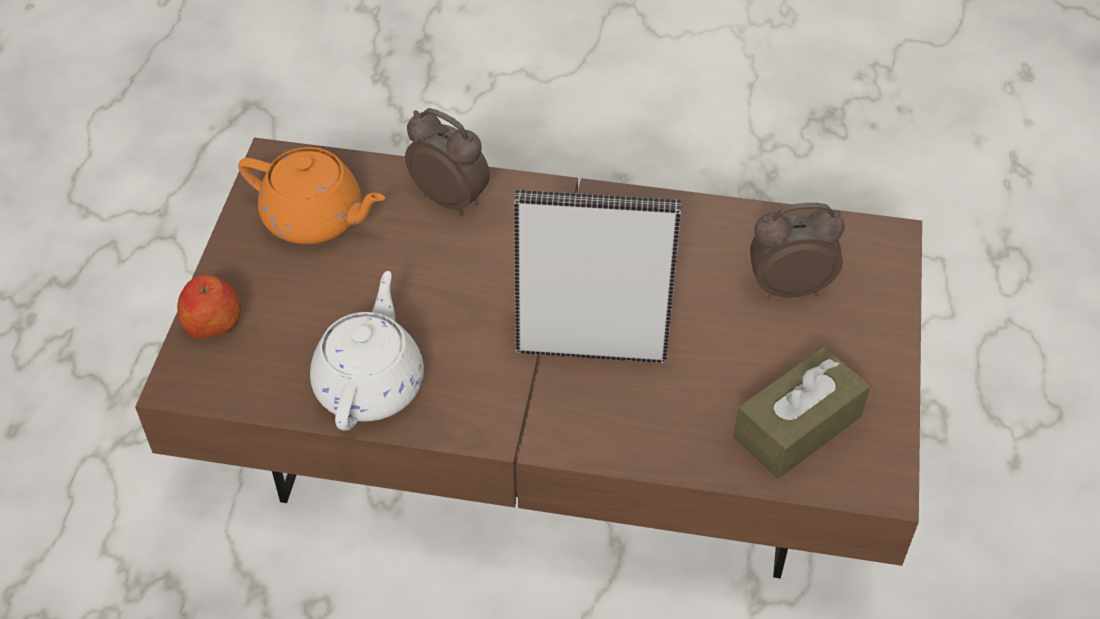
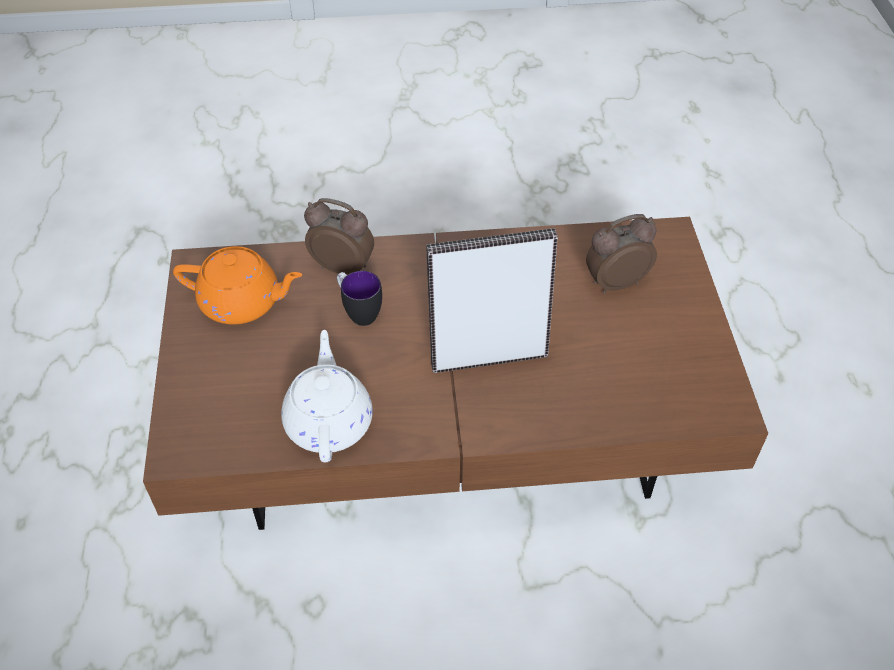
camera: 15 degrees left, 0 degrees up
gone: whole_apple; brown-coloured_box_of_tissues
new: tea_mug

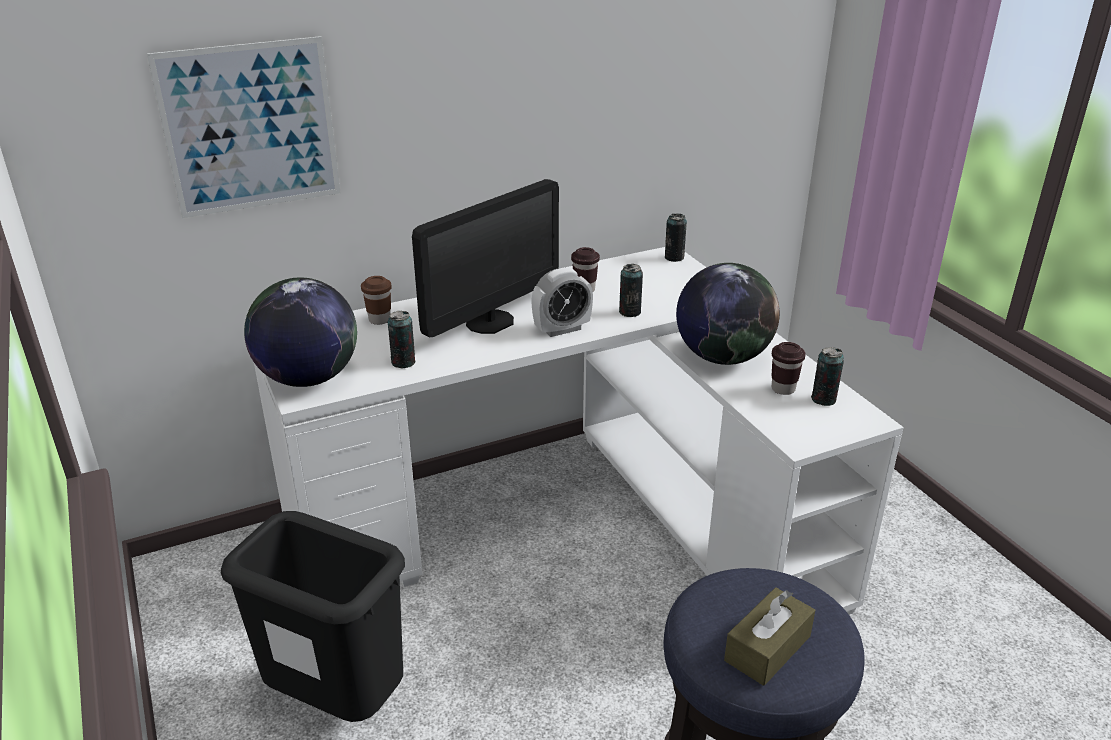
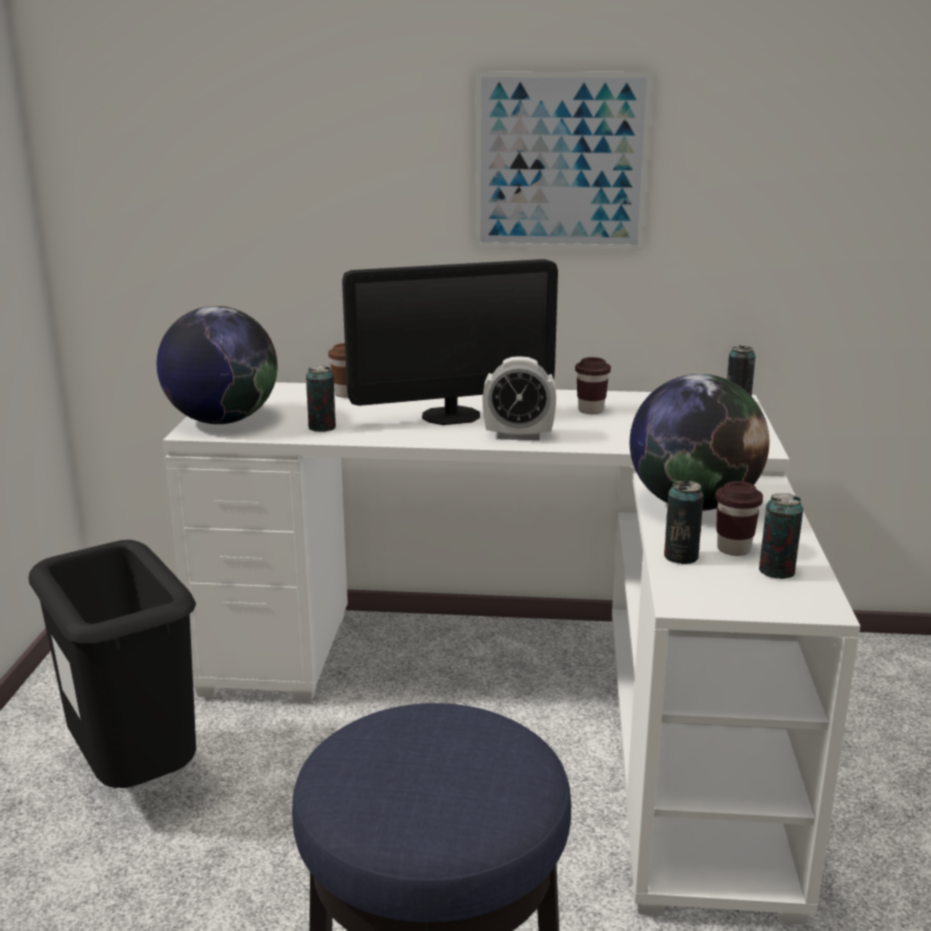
camera: 30 degrees right, 10 degrees down
gone: brown-coloured_box_of_tissues
shifted: picture; can (no. 2 from left)

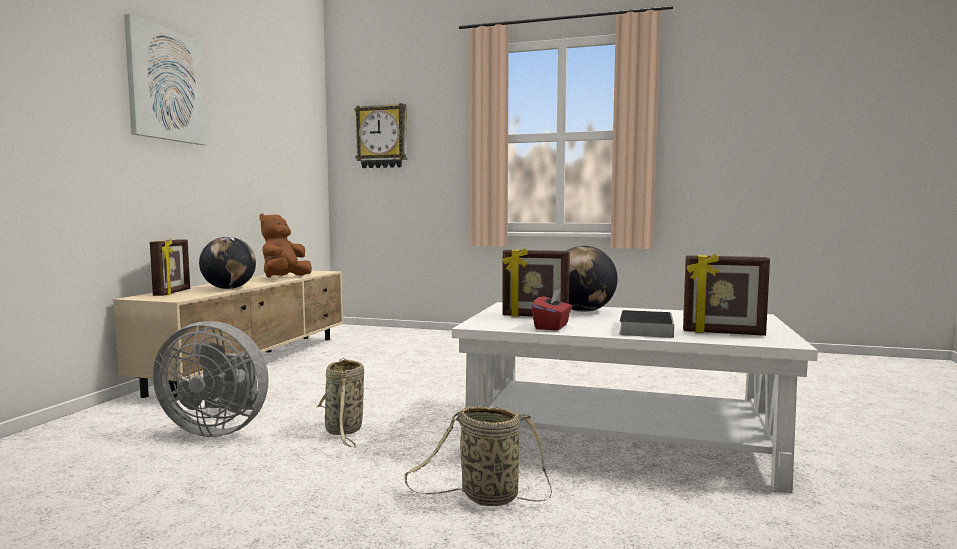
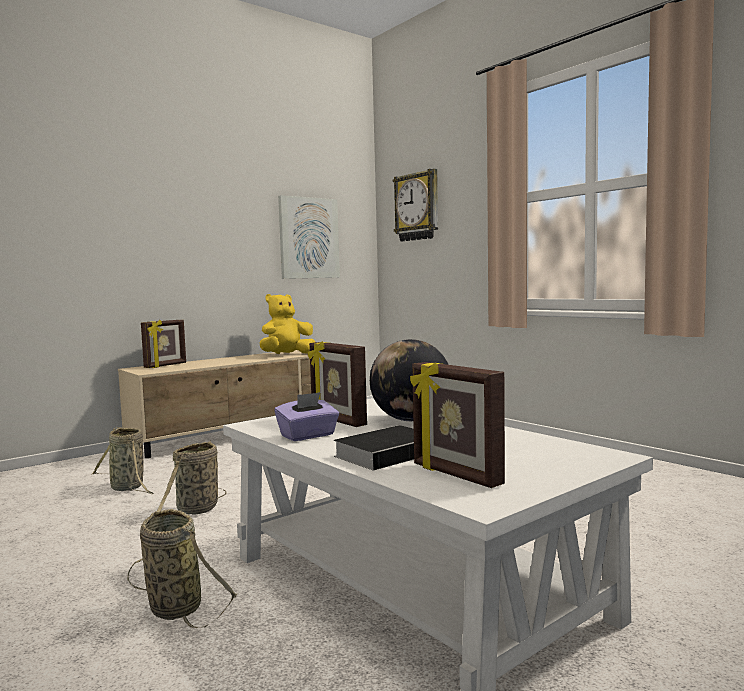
camera: 35 degrees right, 0 degrees up
gone: world_globe (no. 1 from left)
shifted: picture
swapped: gray_electric_fan to basket (no. 1 from left)
repainted: brown-coloured_cuddly_toy to yellow_cuddly_toy; red-coloured_box_of_tissues to purple_box_of_tissues

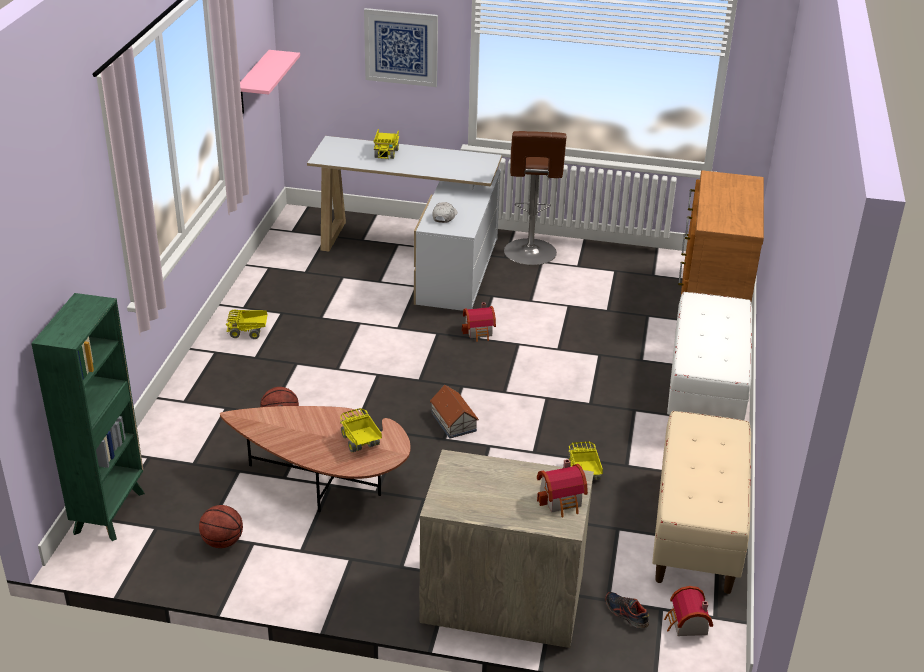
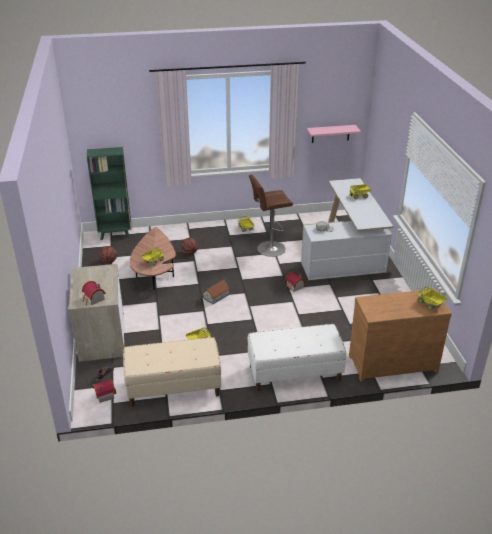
camera: 70 degrees right, 0 degrees up
gone: picture
new: toy_truck (no. 5 from left)
shifted: brown-coloured_sitting_stool

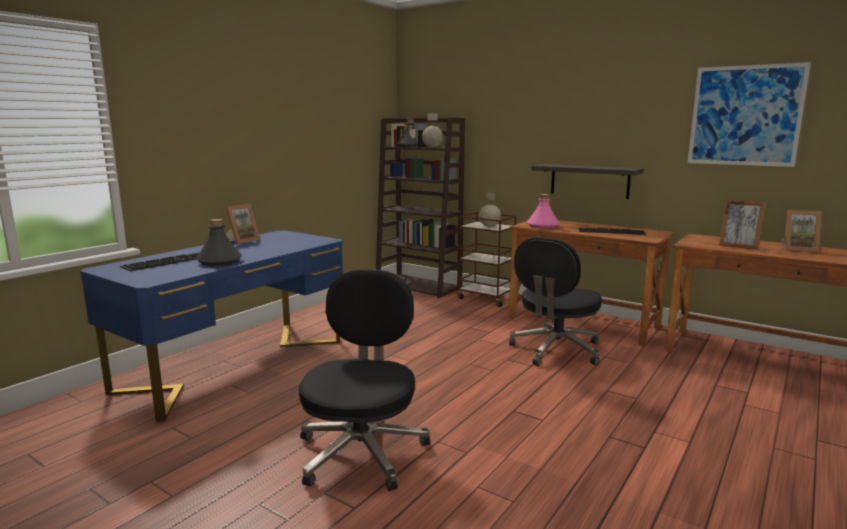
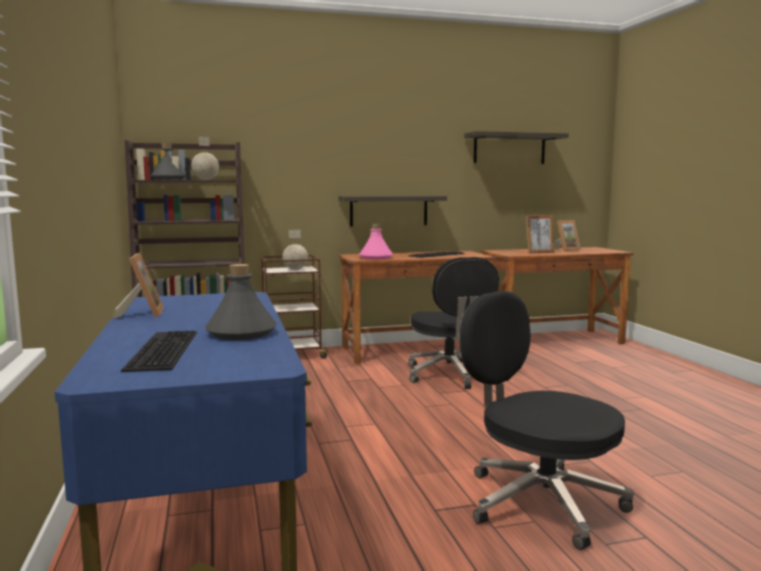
camera: 50 degrees left, 5 degrees down
swapped: picture to bracket_shelf (no. 2 from left)

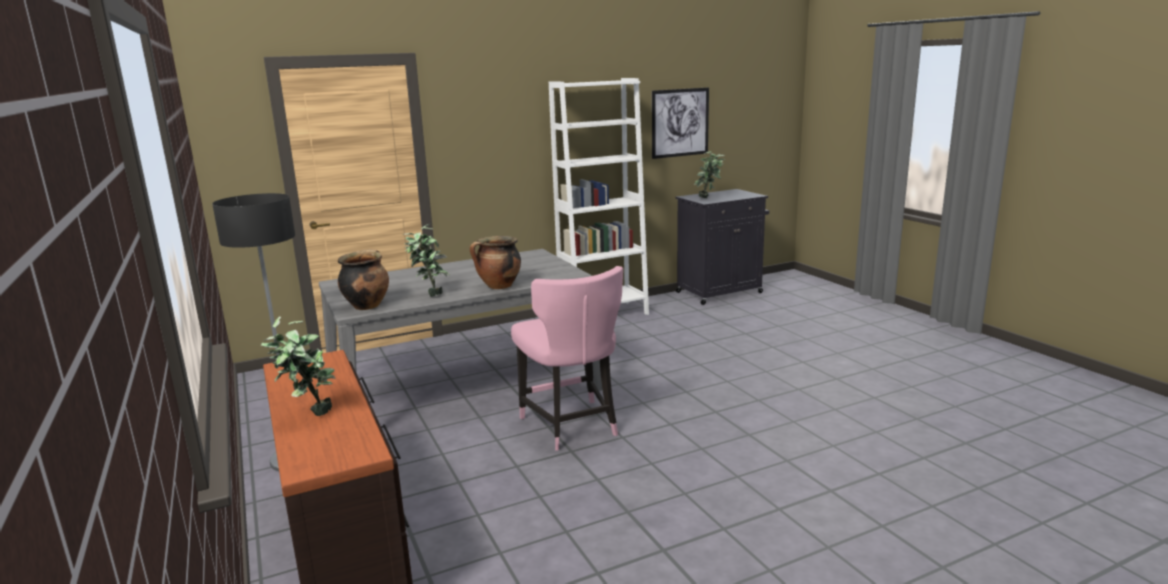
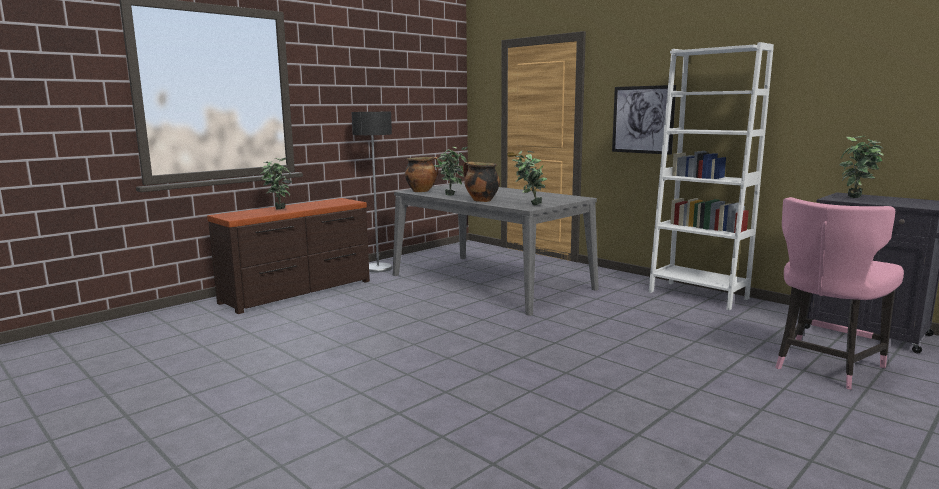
camera: 70 degrees right, 5 degrees down
new: houseplant (no. 3 from left)
shifted: picture; pinkish_chair

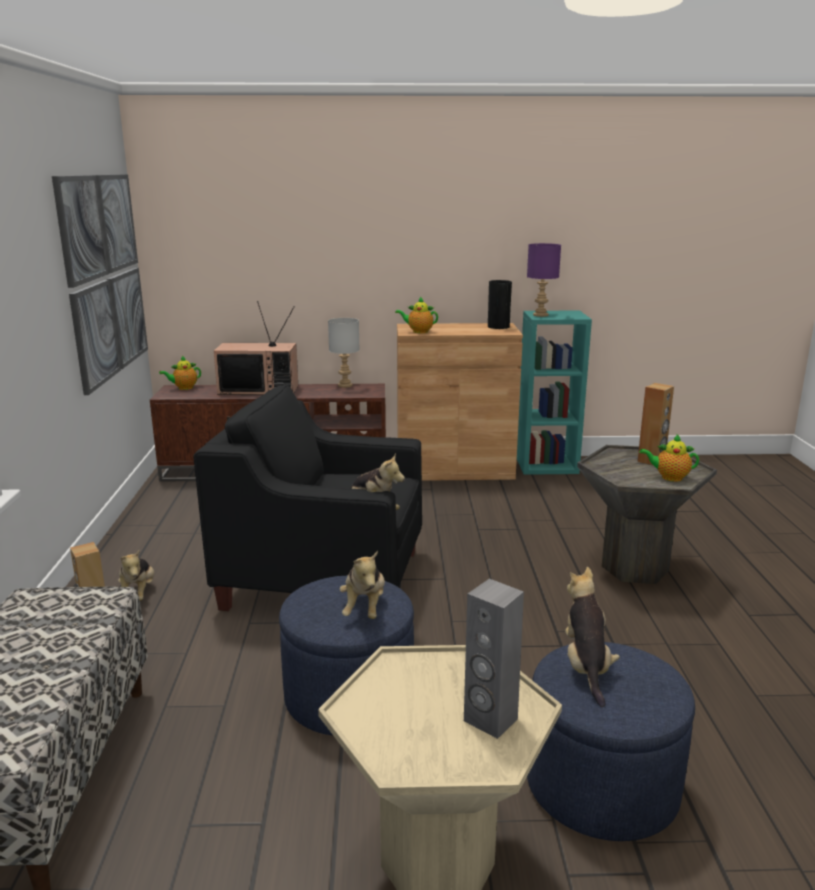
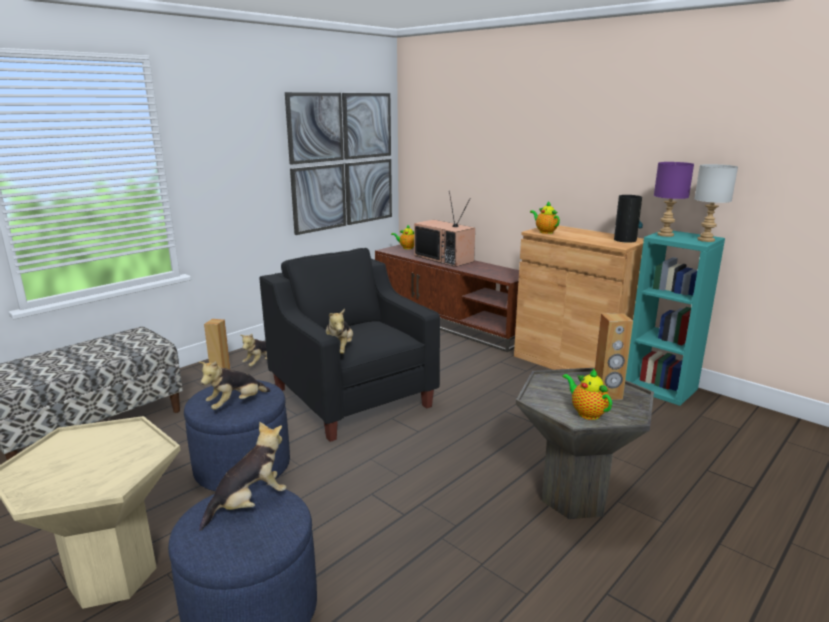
camera: 45 degrees right, 0 degrees up
gone: gray_loudspeaker
shifted: gray_lamp_for_a_table

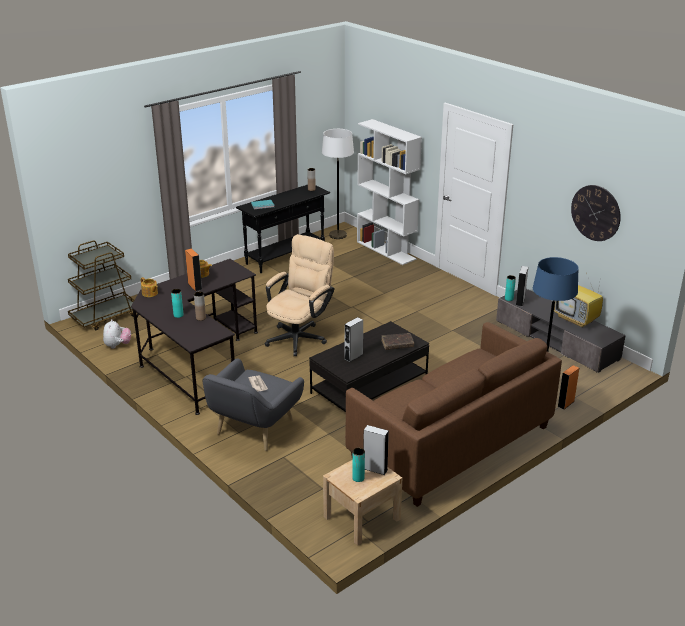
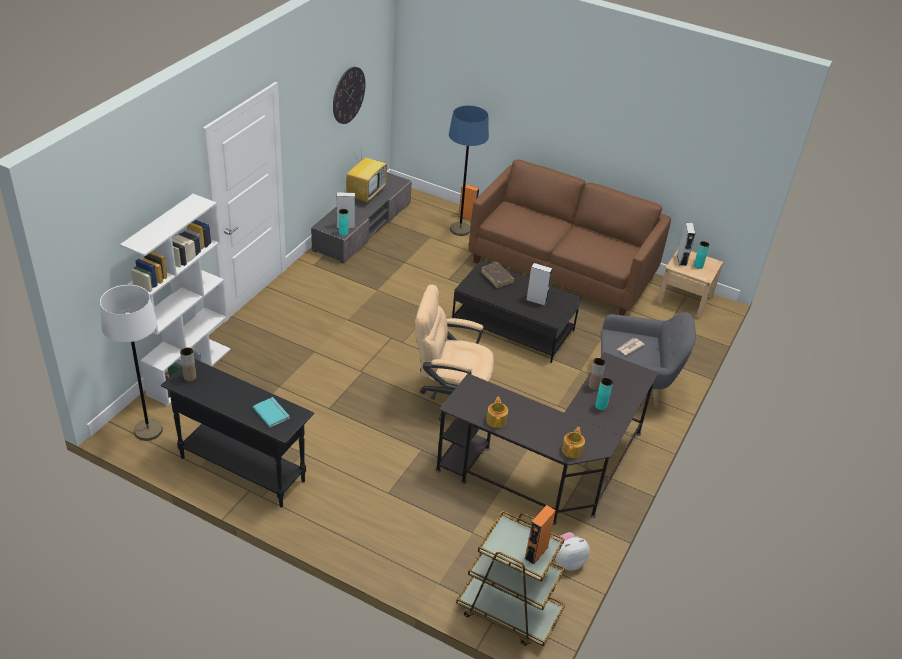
camera: 115 degrees left, 10 degrees up
shifted: orangey_loudspeaker (no. 1 from left in the first image) to orangey_loudspeaker (no. 2 from left)

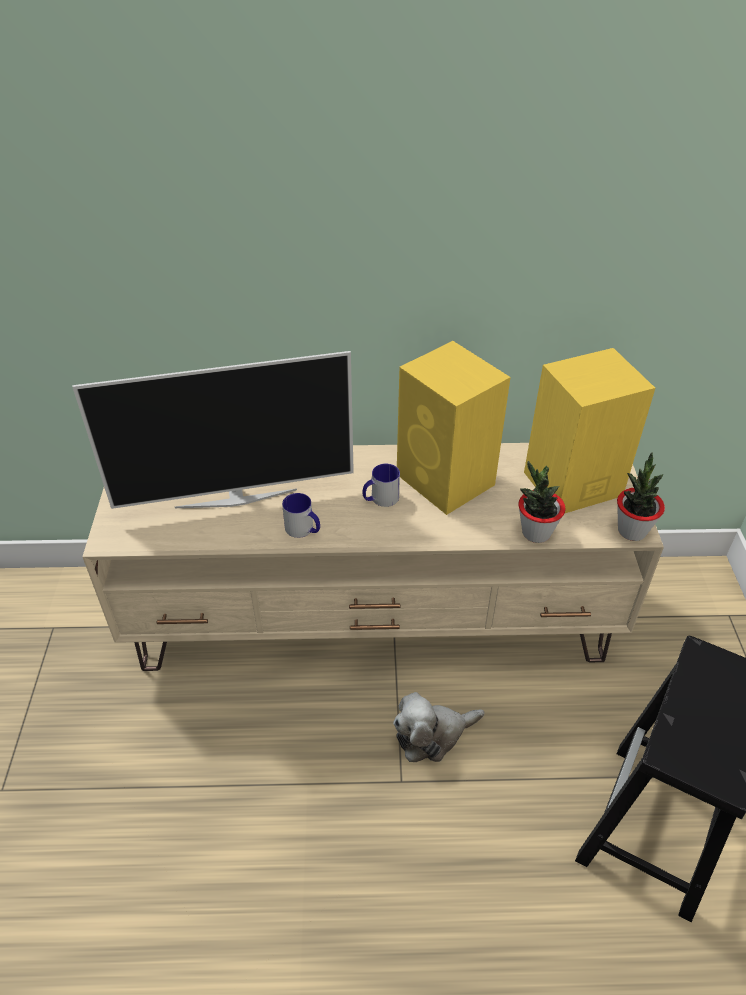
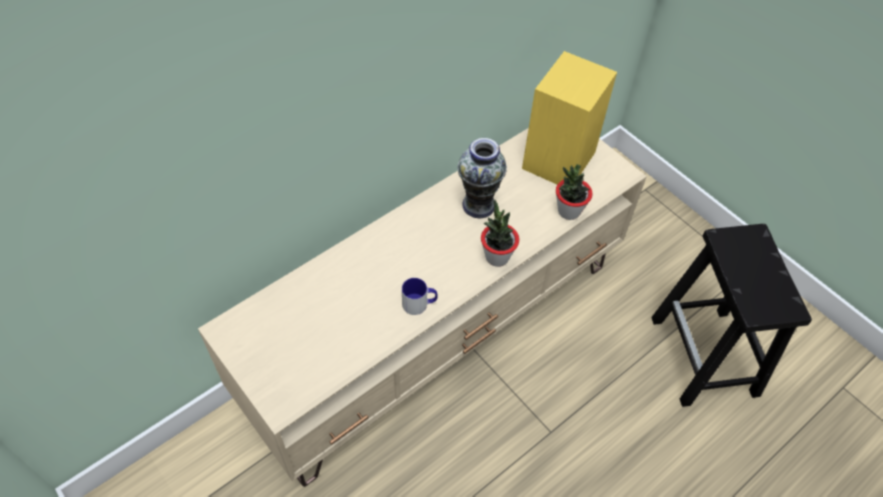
camera: 40 degrees left, 10 degrees up
gone: TV_set; tea_mug (no. 2 from left); cuddly_toy
shifted: houseplant (no. 2 from left in the first image) to houseplant (no. 1 from left)
swapped: yellow_loudspeaker (no. 1 from left) to flower_vase

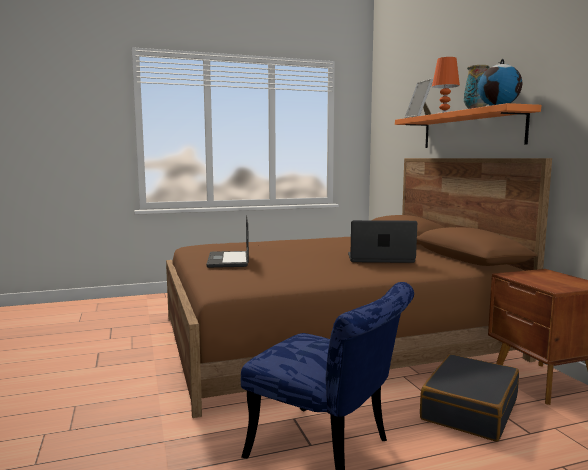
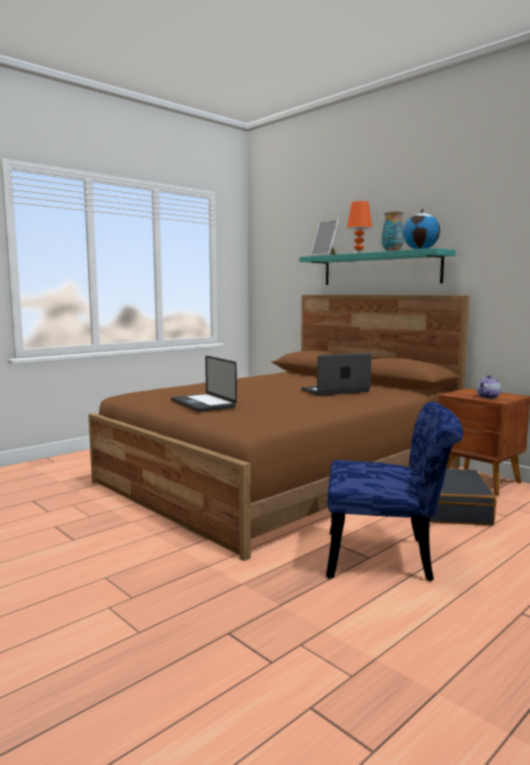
camera: 25 degrees left, 0 degrees up
new: pot_for_tea
repainted: orangey_bracket_shelf to turquoise_bracket_shelf

